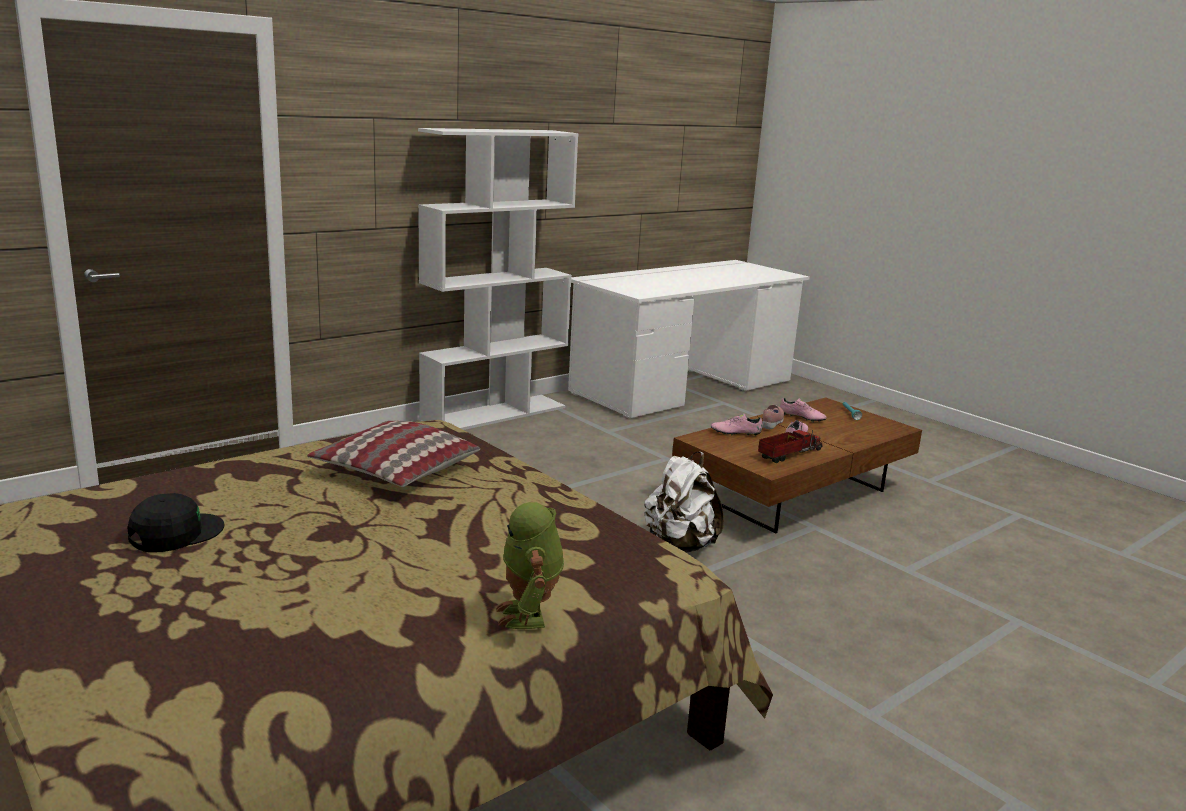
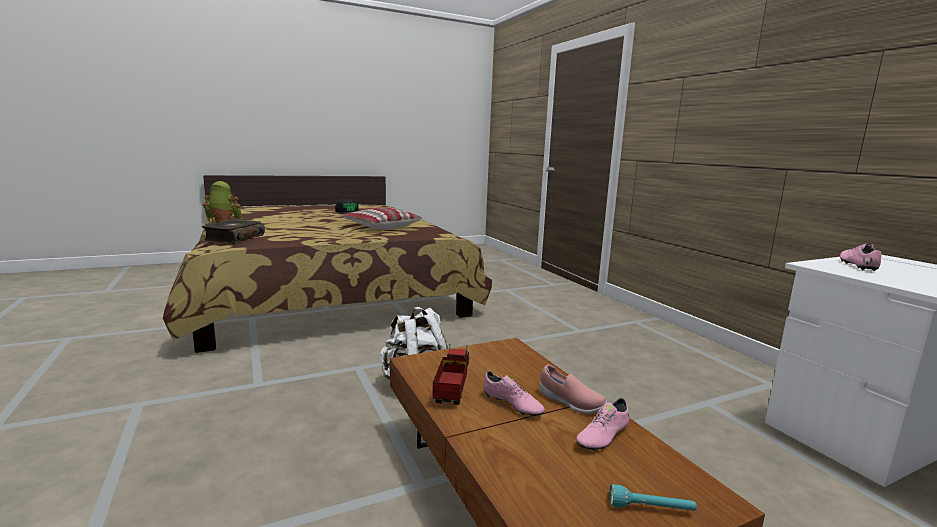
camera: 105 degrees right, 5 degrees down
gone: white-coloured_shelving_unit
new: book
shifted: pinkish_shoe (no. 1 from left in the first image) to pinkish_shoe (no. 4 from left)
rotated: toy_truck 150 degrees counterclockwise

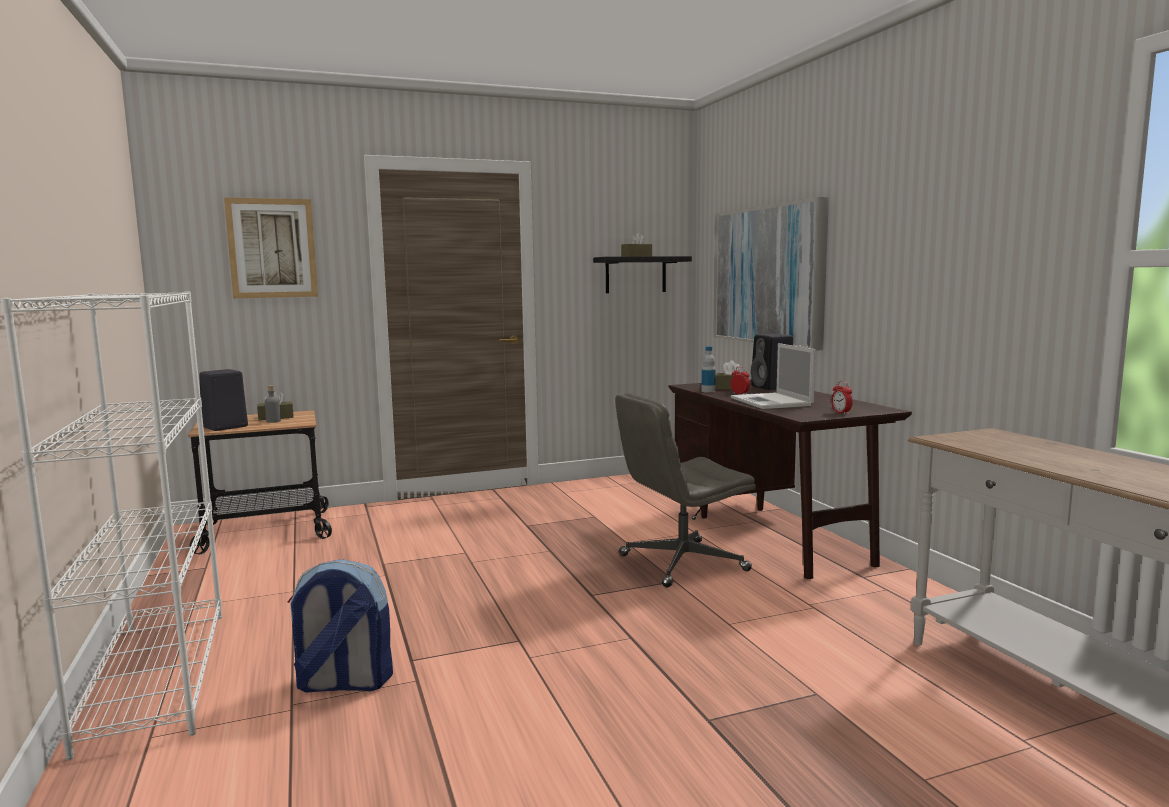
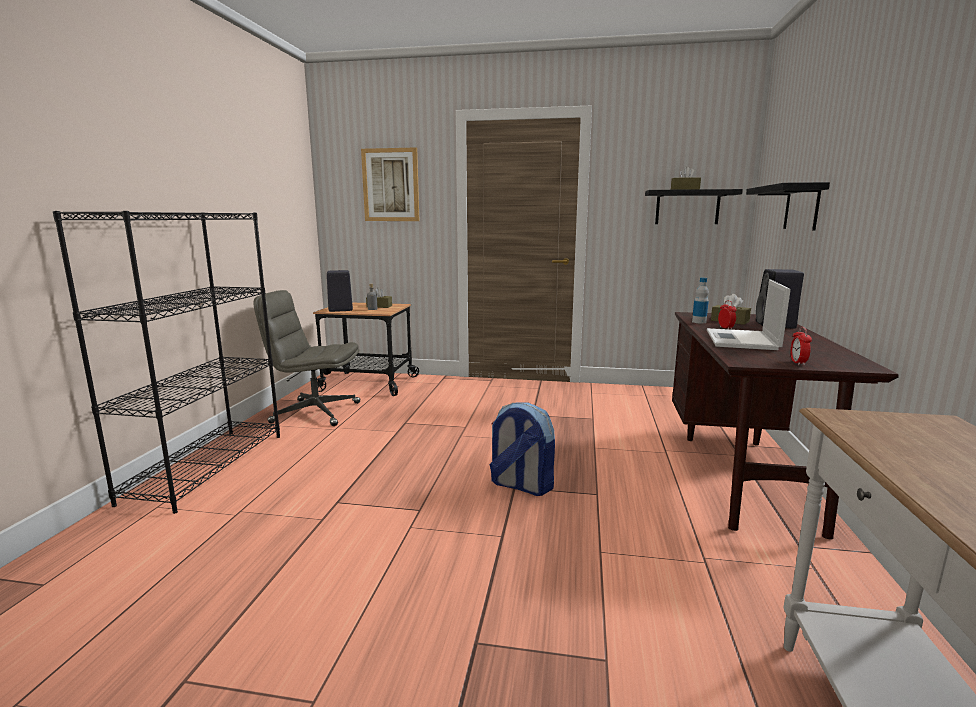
camera: 30 degrees right, 5 degrees up
shifted: gray_office_chair; backpack
swapped: picture (no. 2 from left) to blackish_bracket_shelf (no. 2 from left)
repainted: white-coloured_shelving_unit to blackish_shelving_unit

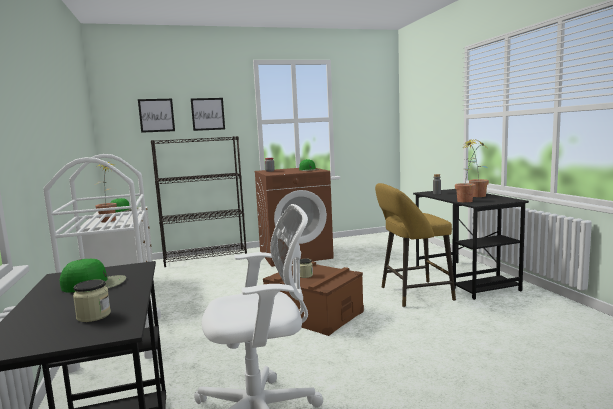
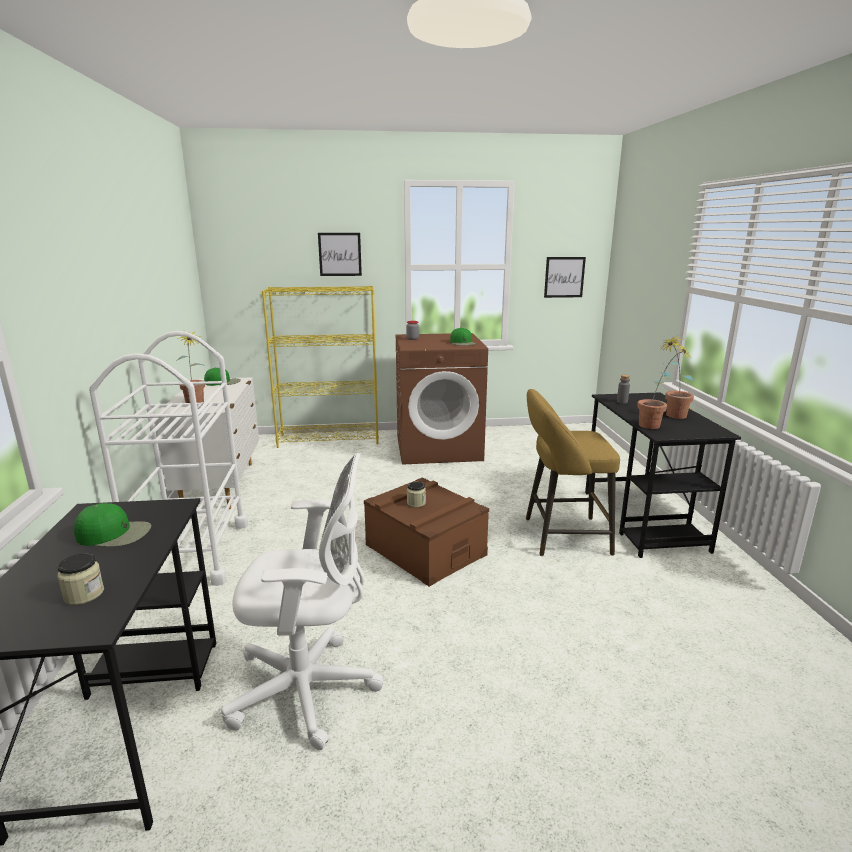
camera: 10 degrees right, 10 degrees up
shifted: picture (no. 1 from left in the first image) to picture (no. 2 from left)
repainted: blackish_shelving_unit to yellow_shelving_unit

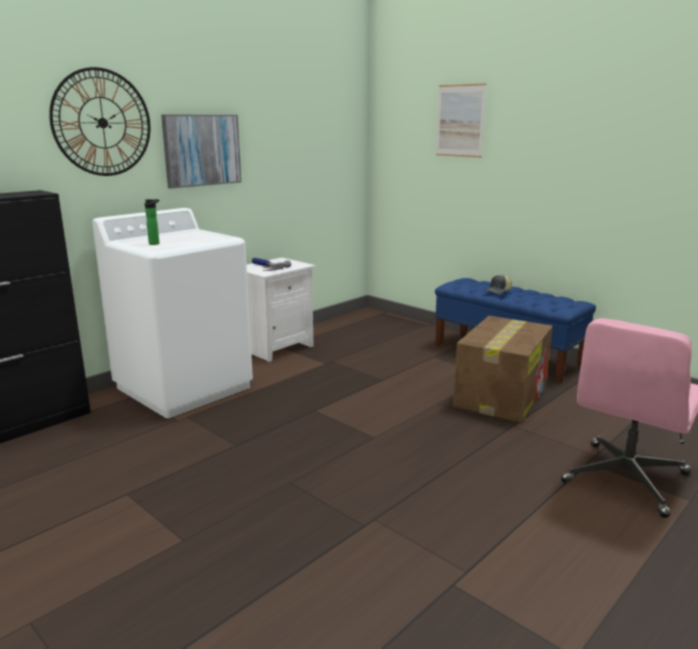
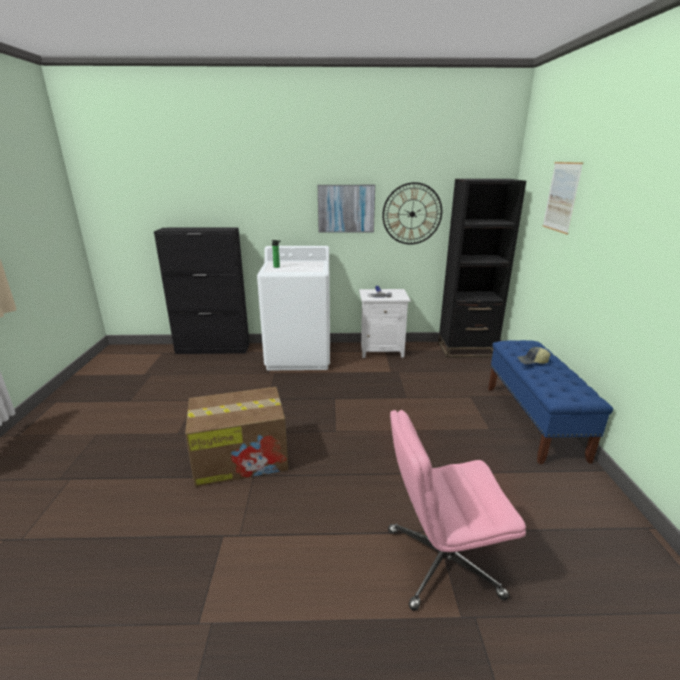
camera: 45 degrees right, 5 degrees up
new: blackish_shelving_unit
shifted: carton; hanging_clock

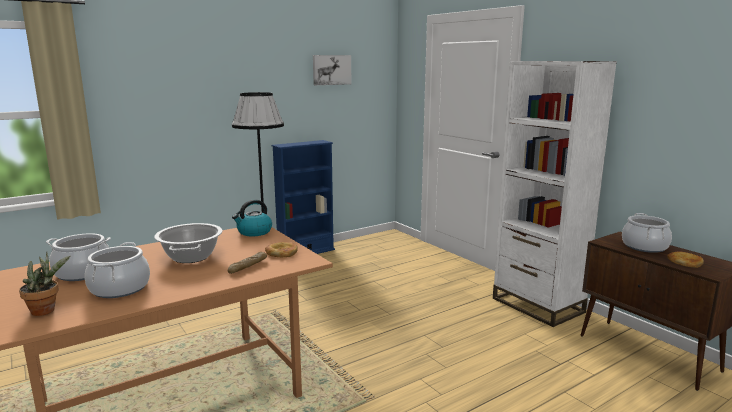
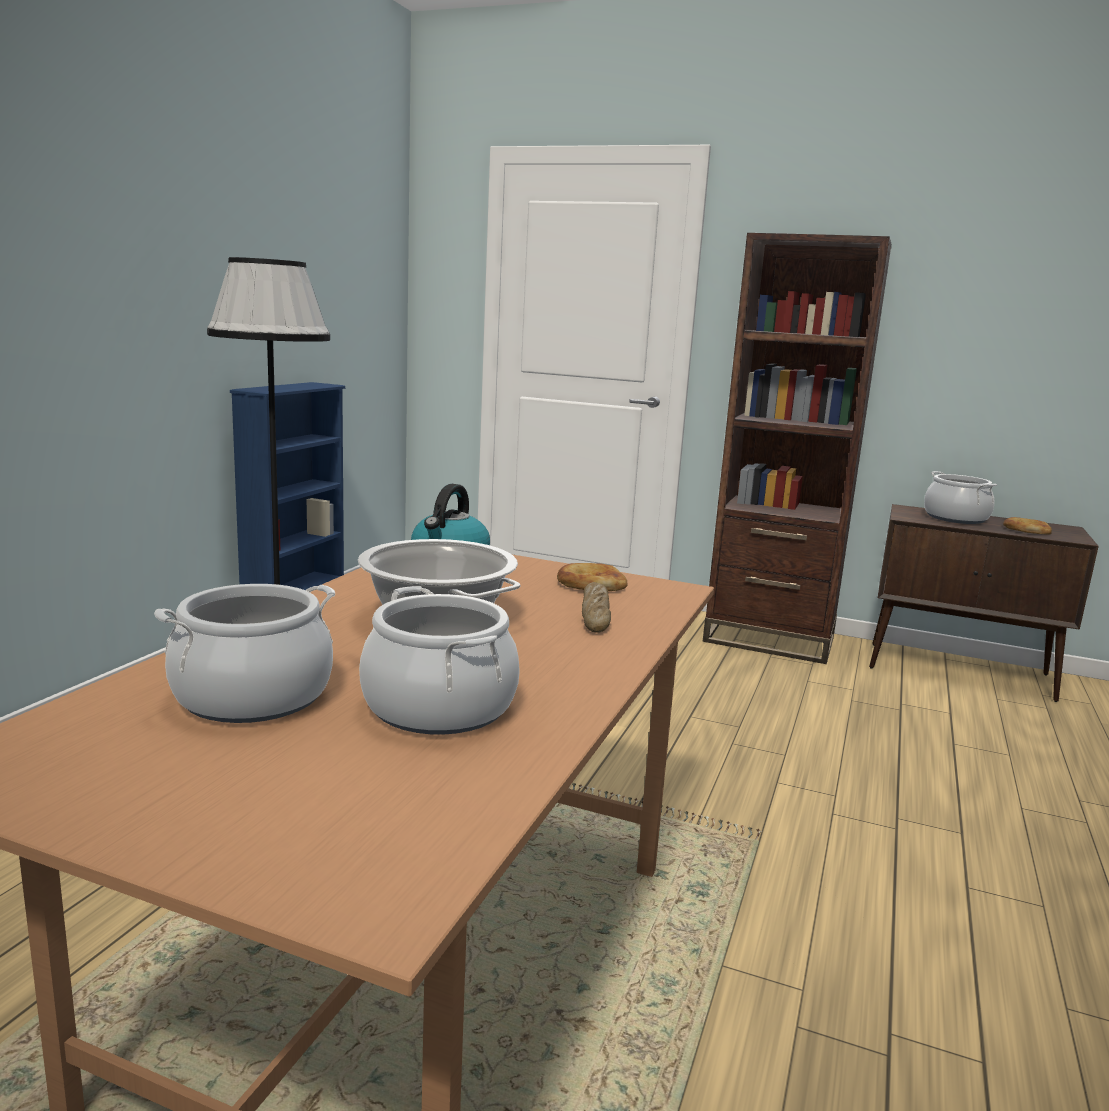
camera: 35 degrees left, 0 degrees up
gone: houseplant; picture
repainted: white-coloured_shelving_unit to brown-coloured_shelving_unit

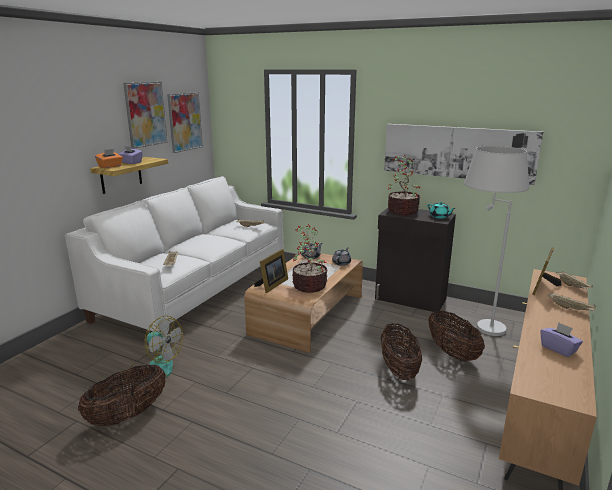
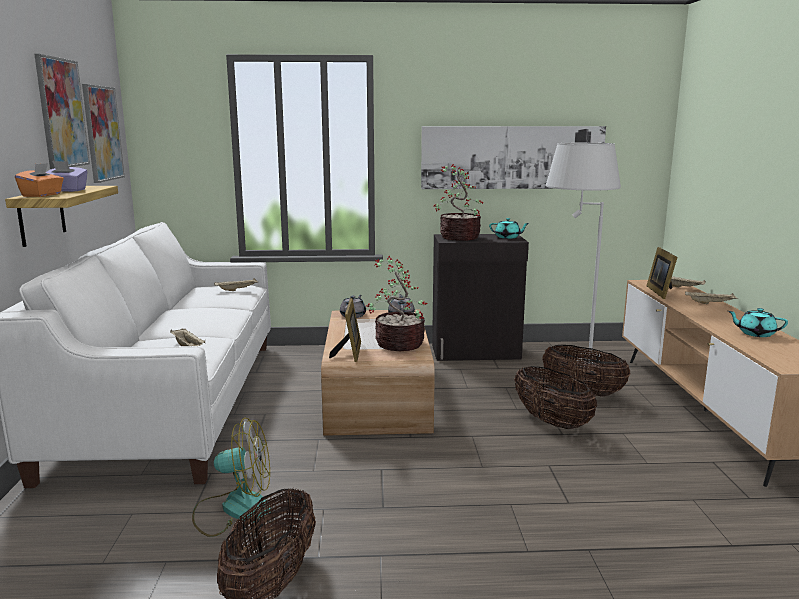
camera: 30 degrees left, 5 degrees down
swapped: purple_box_of_tissues (no. 2 from left) to turquoise_pot_for_tea (no. 2 from left)

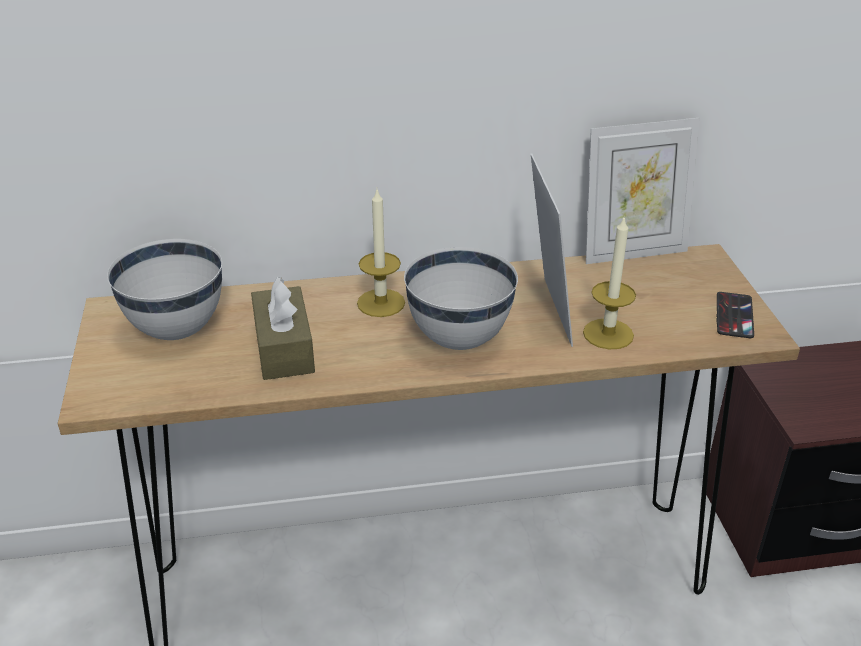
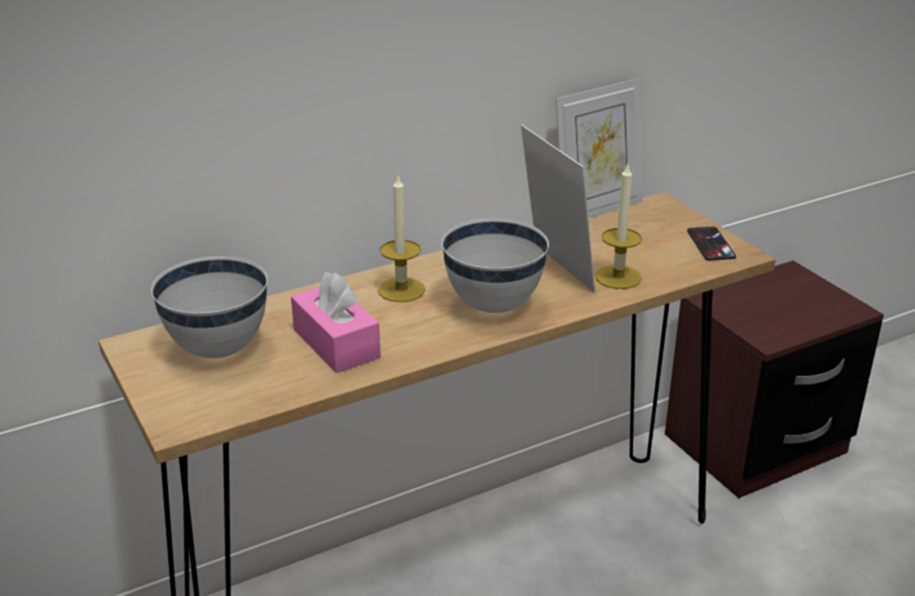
camera: 20 degrees left, 5 degrees down
repainted: brown-coloured_box_of_tissues to pinkish_box_of_tissues

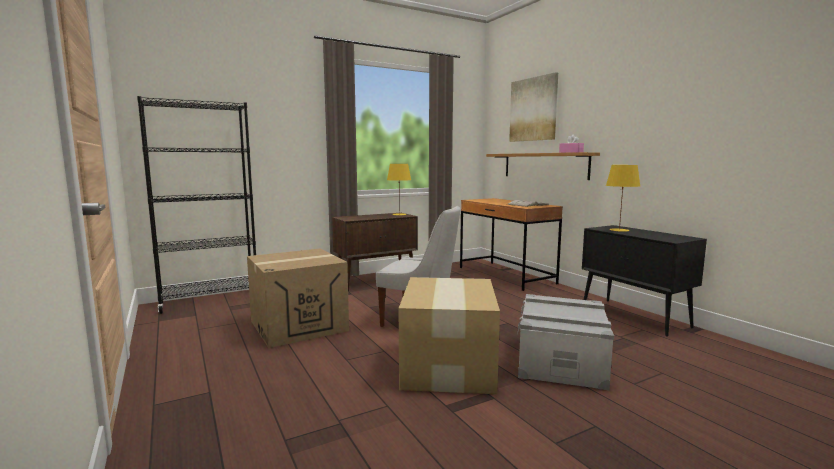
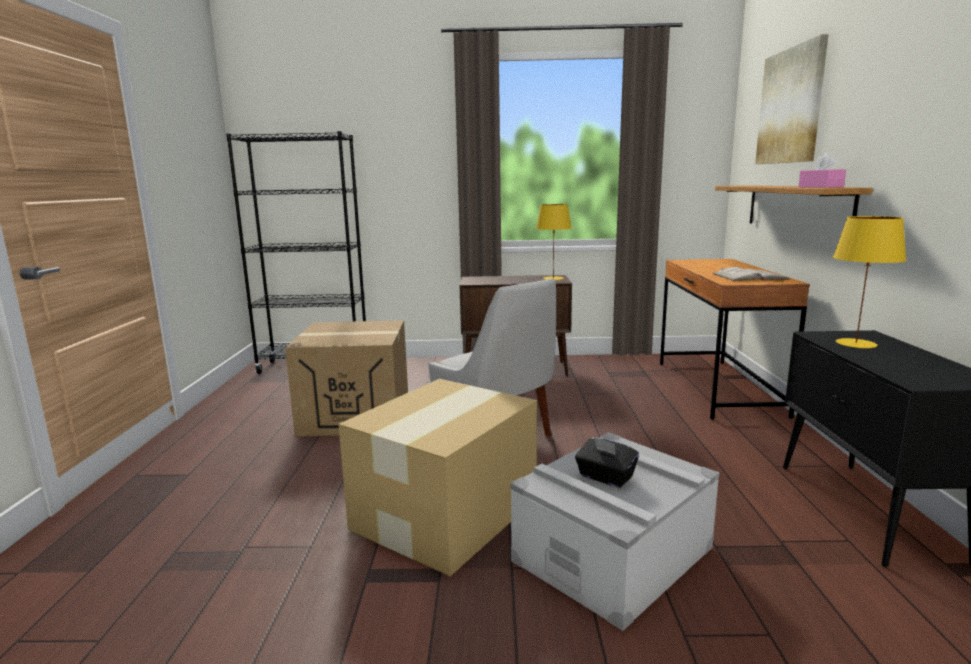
camera: 30 degrees right, 5 degrees up
new: blackish_box_of_tissues

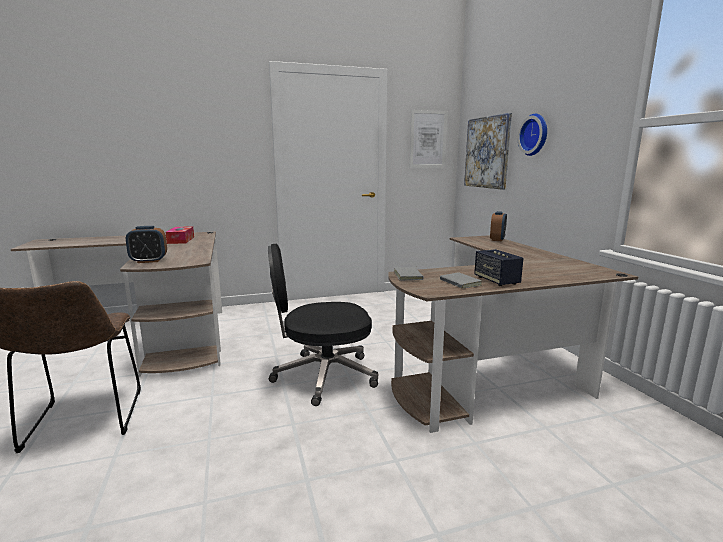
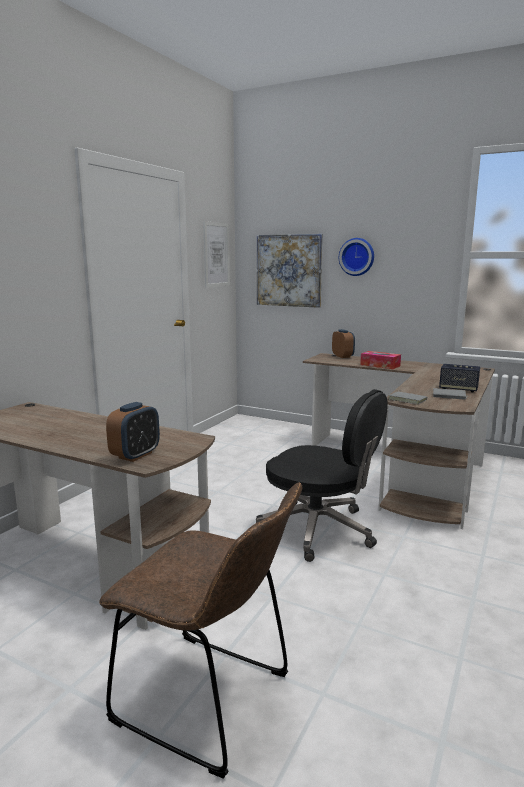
camera: 45 degrees left, 0 degrees up
shifted: box_of_tissues
rotated: blackish_office_chair 90 degrees counterclockwise

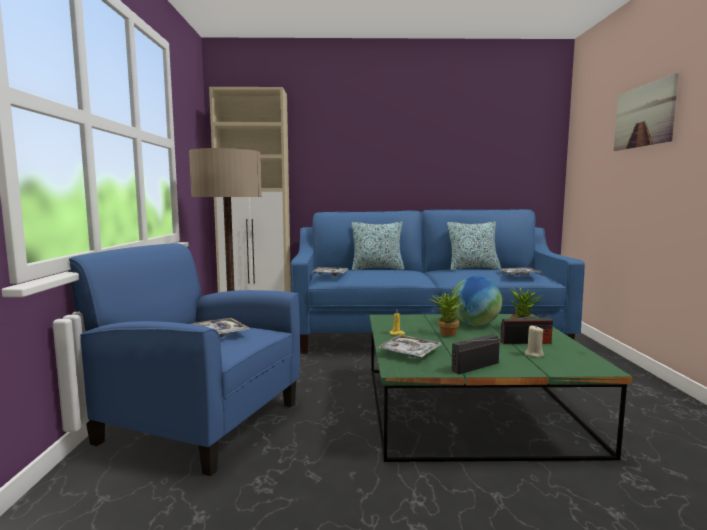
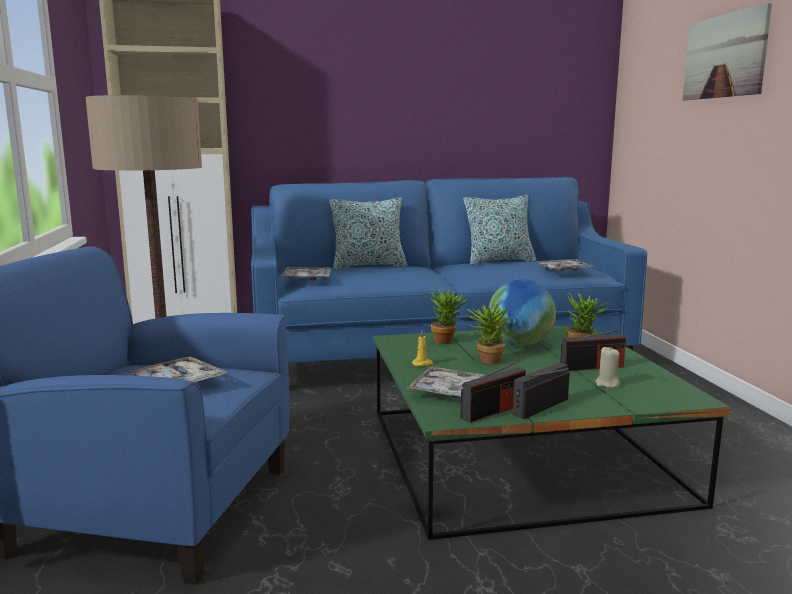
camera: 10 degrees left, 5 degrees up
new: houseplant (no. 1 from left); radio_receiver (no. 1 from left)

